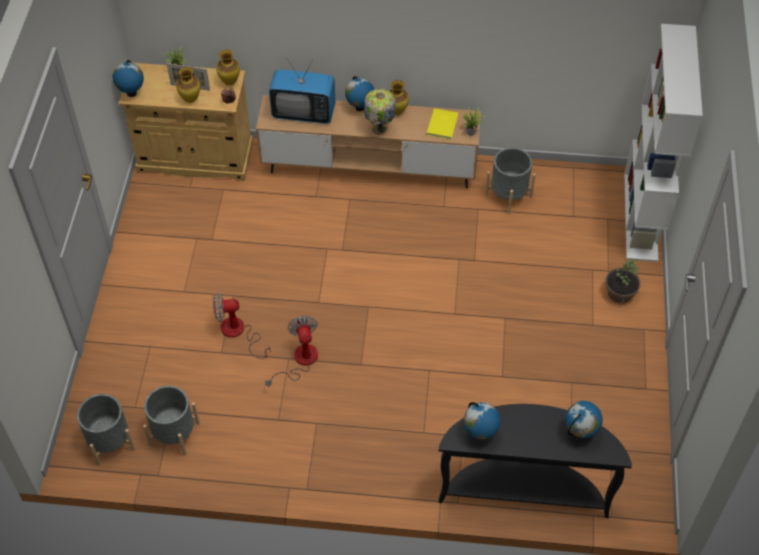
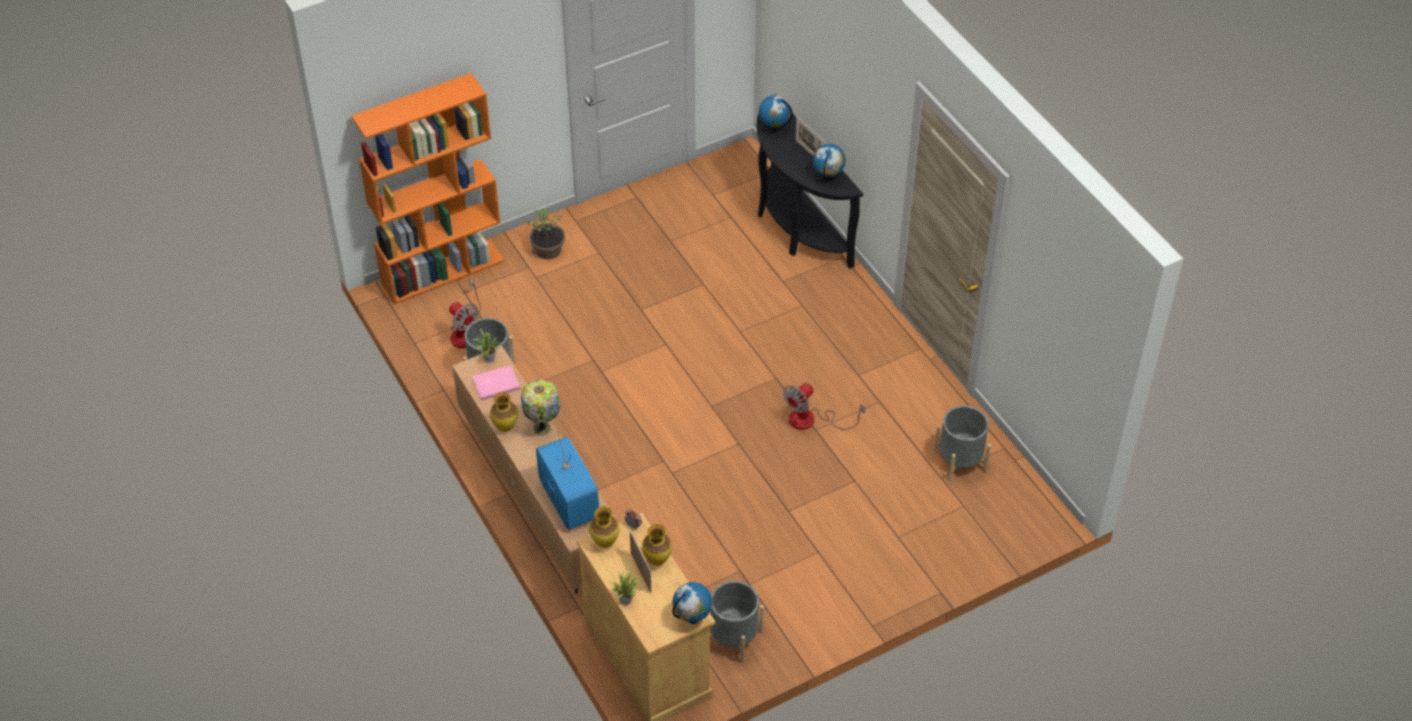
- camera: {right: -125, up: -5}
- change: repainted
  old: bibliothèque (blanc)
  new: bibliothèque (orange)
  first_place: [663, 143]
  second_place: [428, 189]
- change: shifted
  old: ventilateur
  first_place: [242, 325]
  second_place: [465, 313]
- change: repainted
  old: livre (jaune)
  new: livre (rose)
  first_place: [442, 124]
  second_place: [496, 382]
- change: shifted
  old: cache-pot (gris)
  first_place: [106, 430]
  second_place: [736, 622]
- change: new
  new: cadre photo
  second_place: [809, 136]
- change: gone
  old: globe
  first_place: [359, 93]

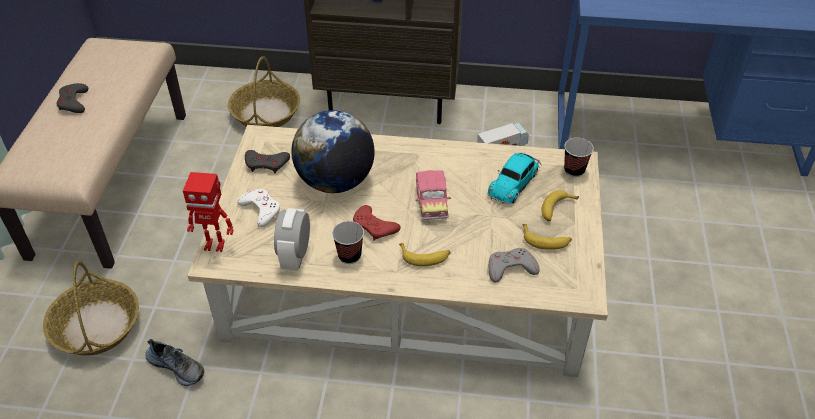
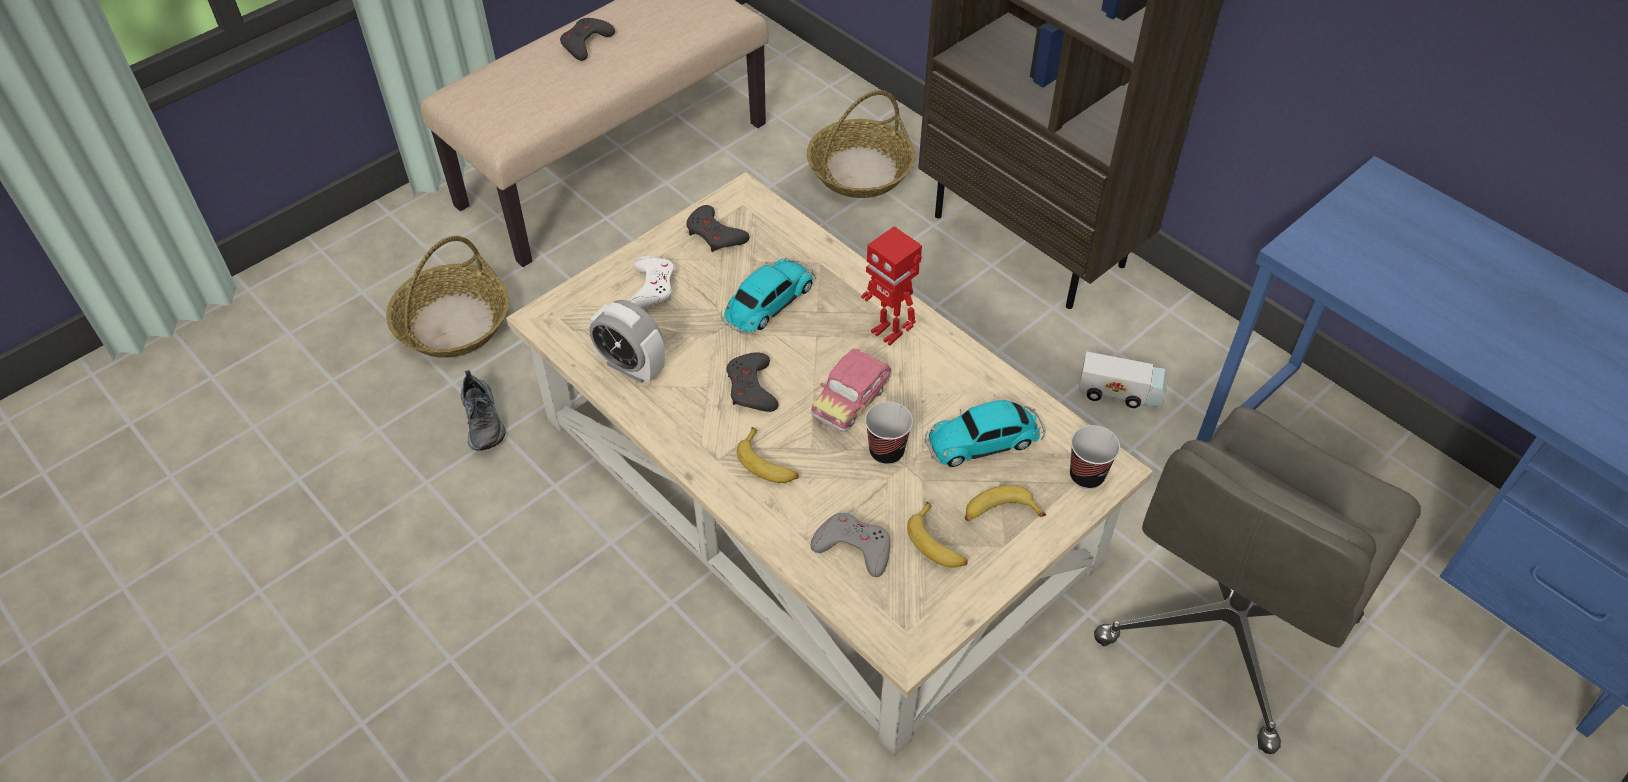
- camera: {right: 40, up: 5}
- change: rotated
  old: réveil
  first_place: [292, 239]
  second_place: [627, 341]
  degrees: -105
- change: swapped
  old: globe
  new: petite voiture
  first_place: [333, 151]
  second_place: [768, 296]
- change: repainted
  old: manette (rouge)
  new: manette (gris)
  first_place: [377, 223]
  second_place: [752, 382]
- change: shifted
  old: robot jouet
  first_place: [208, 212]
  second_place: [891, 286]
- change: shifted
  old: tasse
  first_place: [348, 242]
  second_place: [889, 433]
- change: new
  new: chaise de bureau (gris)
  second_place: [1257, 580]

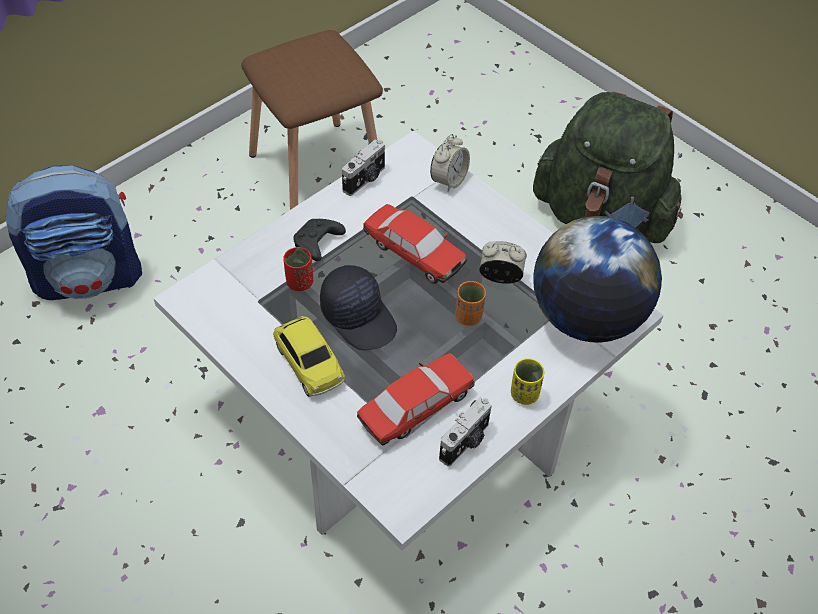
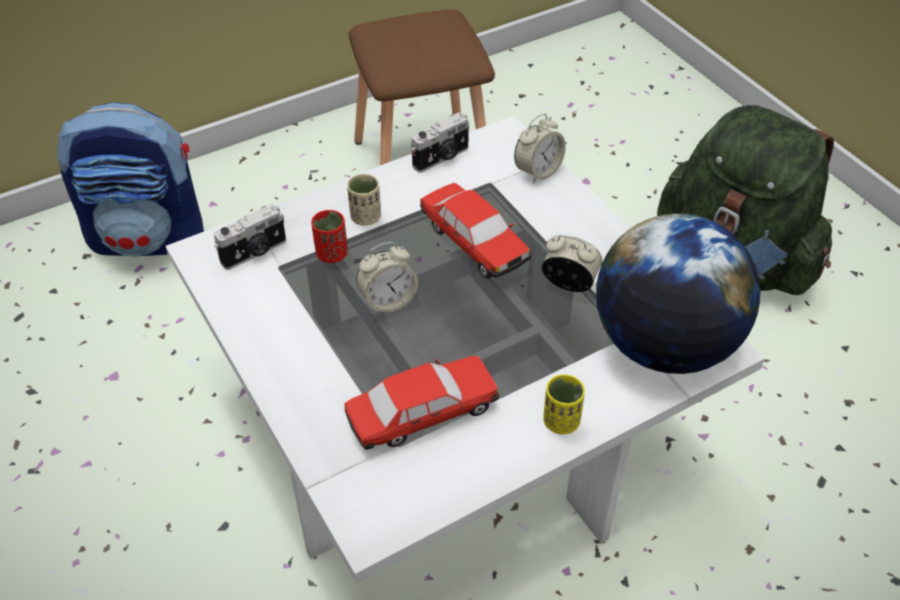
- camera: {right: 15, up: -5}
- change: shifted
  old: appareil photo
  first_place: [465, 431]
  second_place: [250, 237]
- change: swapped
  old: manette (noir)
  new: tasse (beige)
  first_place: [319, 240]
  second_place: [364, 200]
- change: swapped
  old: casquette (noir)
  new: réveil
  first_place: [358, 307]
  second_place: [387, 278]
- change: gone
  old: petite voiture
  first_place: [309, 356]
- change: gone
  old: tasse (orange)
  first_place: [470, 303]

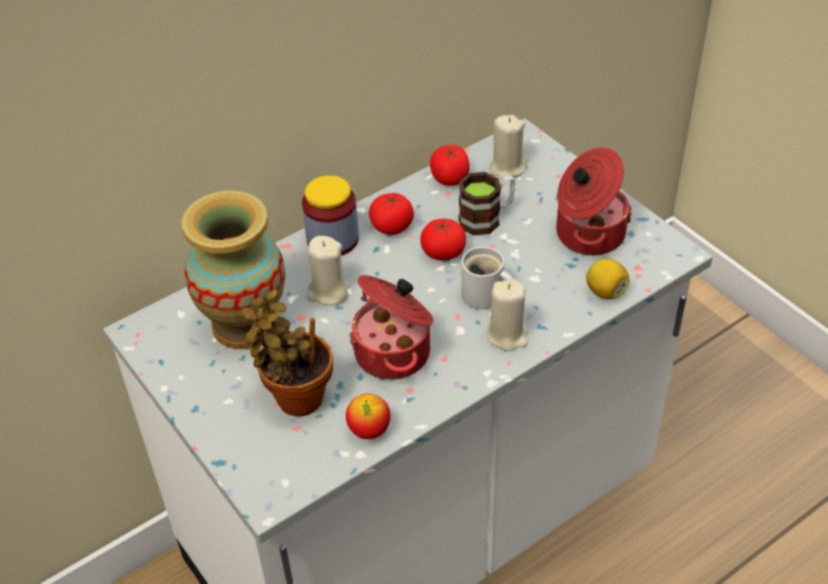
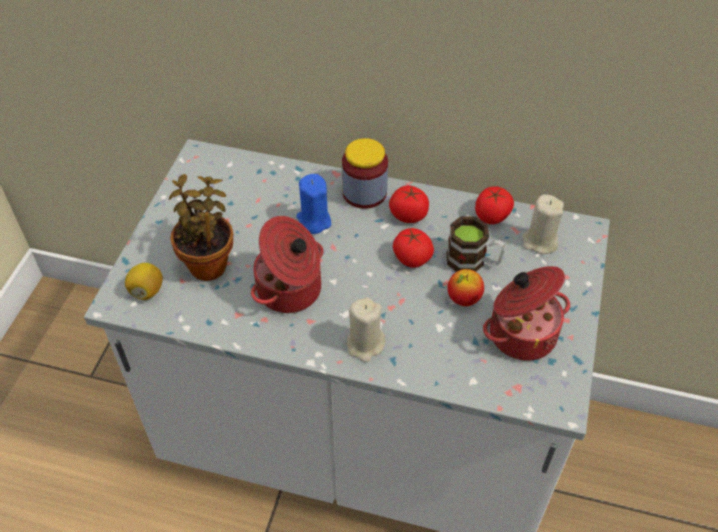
- camera: {right: 50, up: 5}
- change: shifted
  old: citron
  first_place: [607, 279]
  second_place: [144, 281]
- change: repainted
  old: bougie (beige)
  new: bougie (bleu)
  first_place: [328, 271]
  second_place: [313, 204]
- change: shifted
  old: pomme
  first_place: [368, 416]
  second_place: [465, 287]
- change: gone
  old: vase
  first_place: [234, 269]
- change: gone
  old: mug (blanc)
  first_place: [487, 278]

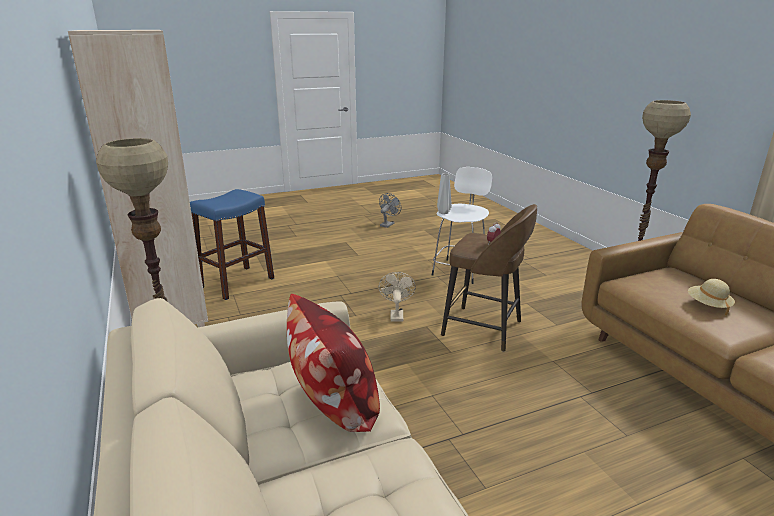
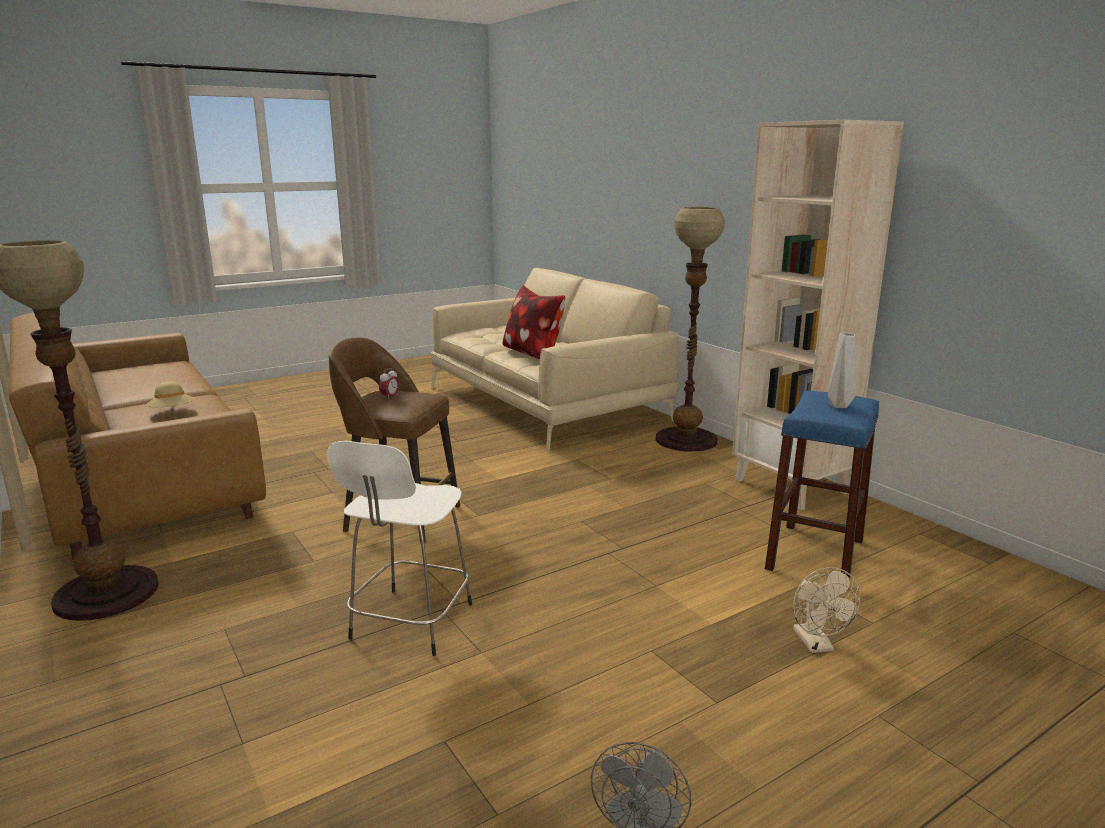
- camera: {right: 170, up: -5}
- change: shifted
  old: ventilateur (beige)
  first_place: [397, 297]
  second_place: [826, 610]
- change: shifted
  old: vase (gris)
  first_place: [444, 193]
  second_place: [842, 370]

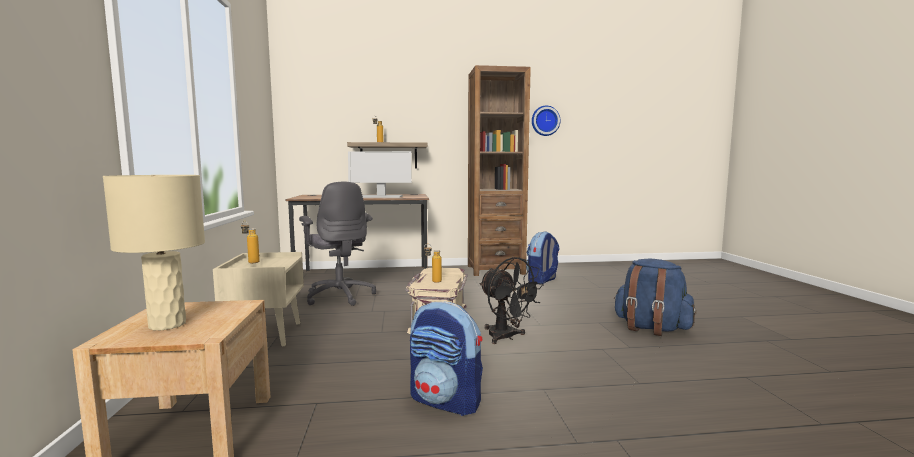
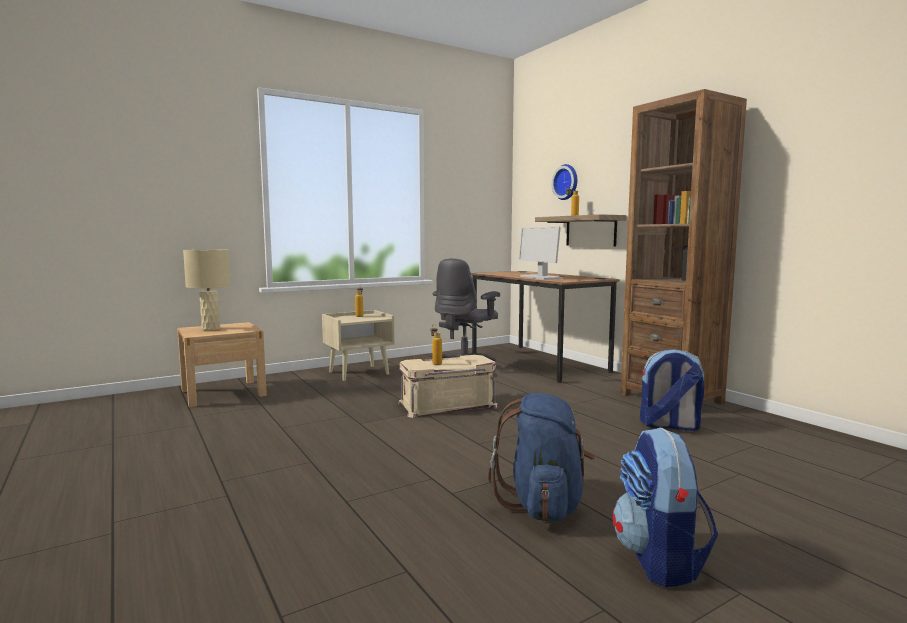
- camera: {right: 65, up: 0}
- change: shifted
  old: horloge murale
  first_place: [546, 121]
  second_place: [564, 182]
- change: shifted
  old: sac à dos
  first_place: [446, 359]
  second_place: [665, 507]
- change: gone
  old: ventilateur (noir)
  first_place: [511, 300]

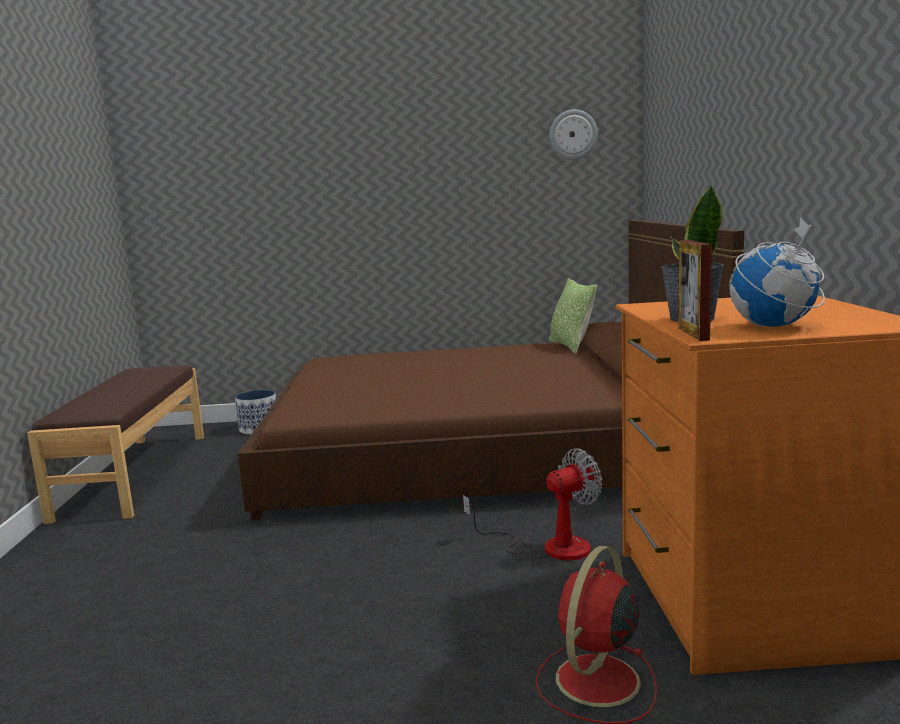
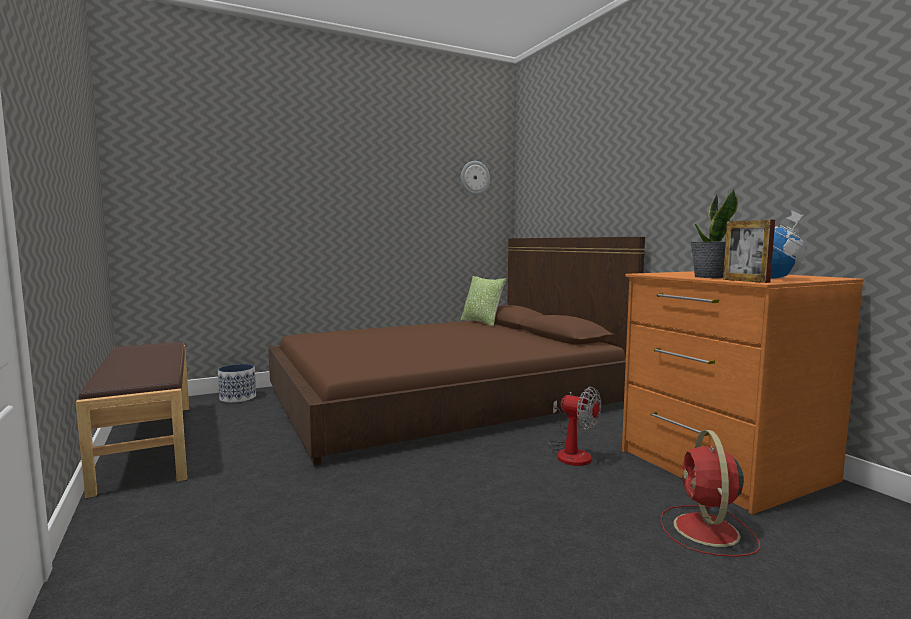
- camera: {right: -25, up: -5}
- change: rotated
  old: ventilateur
  first_place: [532, 504]
  second_place: [575, 426]
  degrees: 90

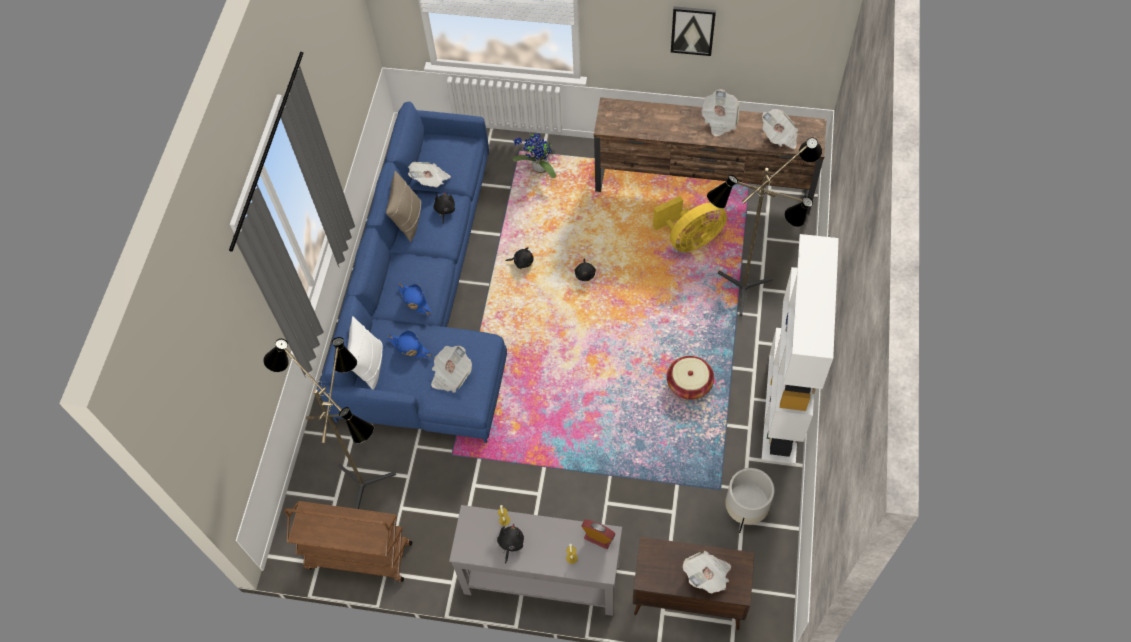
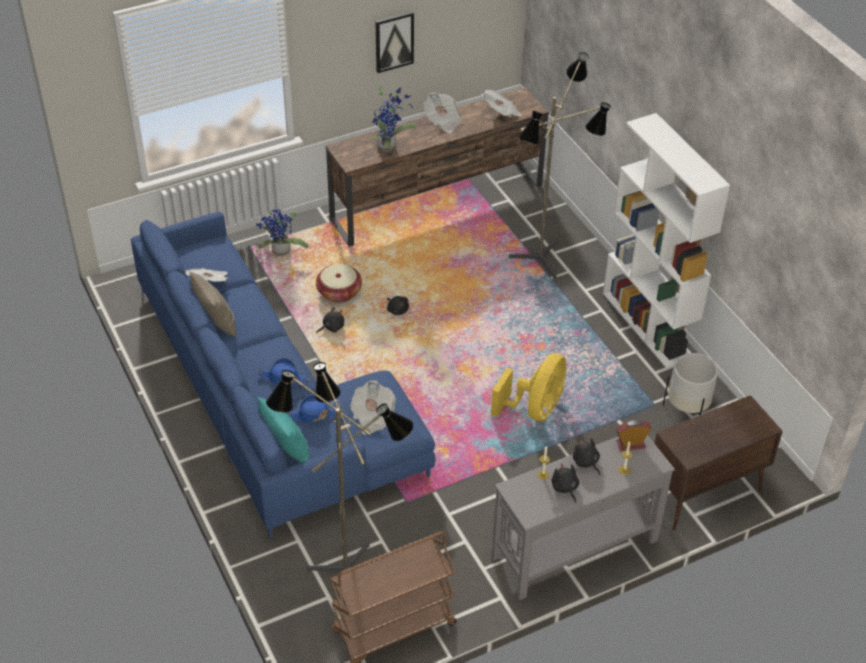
- camera: {right: -40, up: -15}
- change: repainted
  old: coussin (blanc)
  new: coussin (turquoise)
  first_place: [365, 352]
  second_place: [284, 430]
- change: shifted
  old: panier
  first_place: [690, 378]
  second_place: [339, 283]
- change: new
  new: plante en pot
  second_place: [393, 119]
- change: shifted
  old: ventilateur (jaune)
  first_place: [690, 224]
  second_place: [528, 387]
- change: shifted
  old: peluche (noir)
  first_place: [444, 207]
  second_place: [586, 457]
- change: gone
  old: journal
  first_place: [707, 572]

